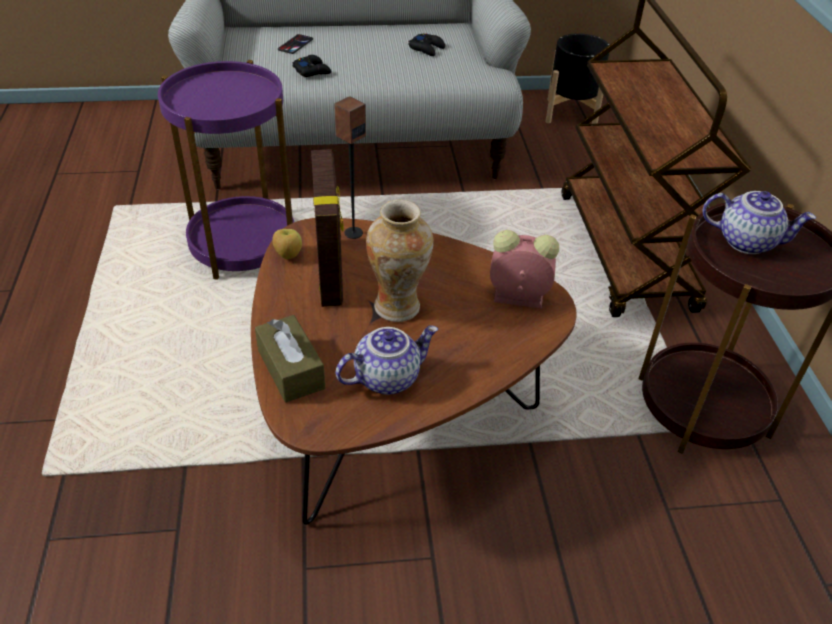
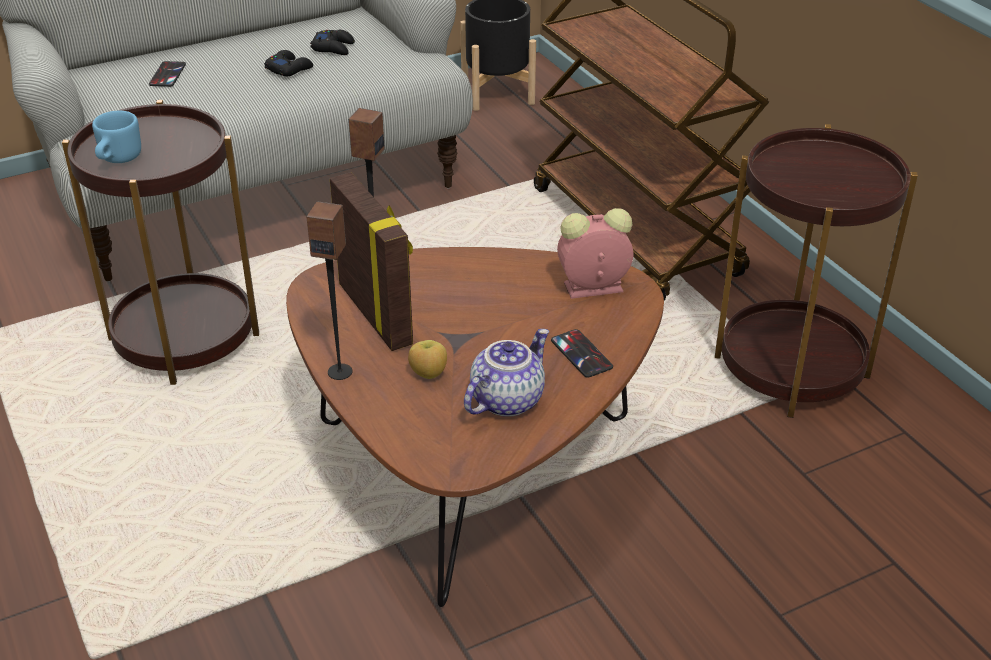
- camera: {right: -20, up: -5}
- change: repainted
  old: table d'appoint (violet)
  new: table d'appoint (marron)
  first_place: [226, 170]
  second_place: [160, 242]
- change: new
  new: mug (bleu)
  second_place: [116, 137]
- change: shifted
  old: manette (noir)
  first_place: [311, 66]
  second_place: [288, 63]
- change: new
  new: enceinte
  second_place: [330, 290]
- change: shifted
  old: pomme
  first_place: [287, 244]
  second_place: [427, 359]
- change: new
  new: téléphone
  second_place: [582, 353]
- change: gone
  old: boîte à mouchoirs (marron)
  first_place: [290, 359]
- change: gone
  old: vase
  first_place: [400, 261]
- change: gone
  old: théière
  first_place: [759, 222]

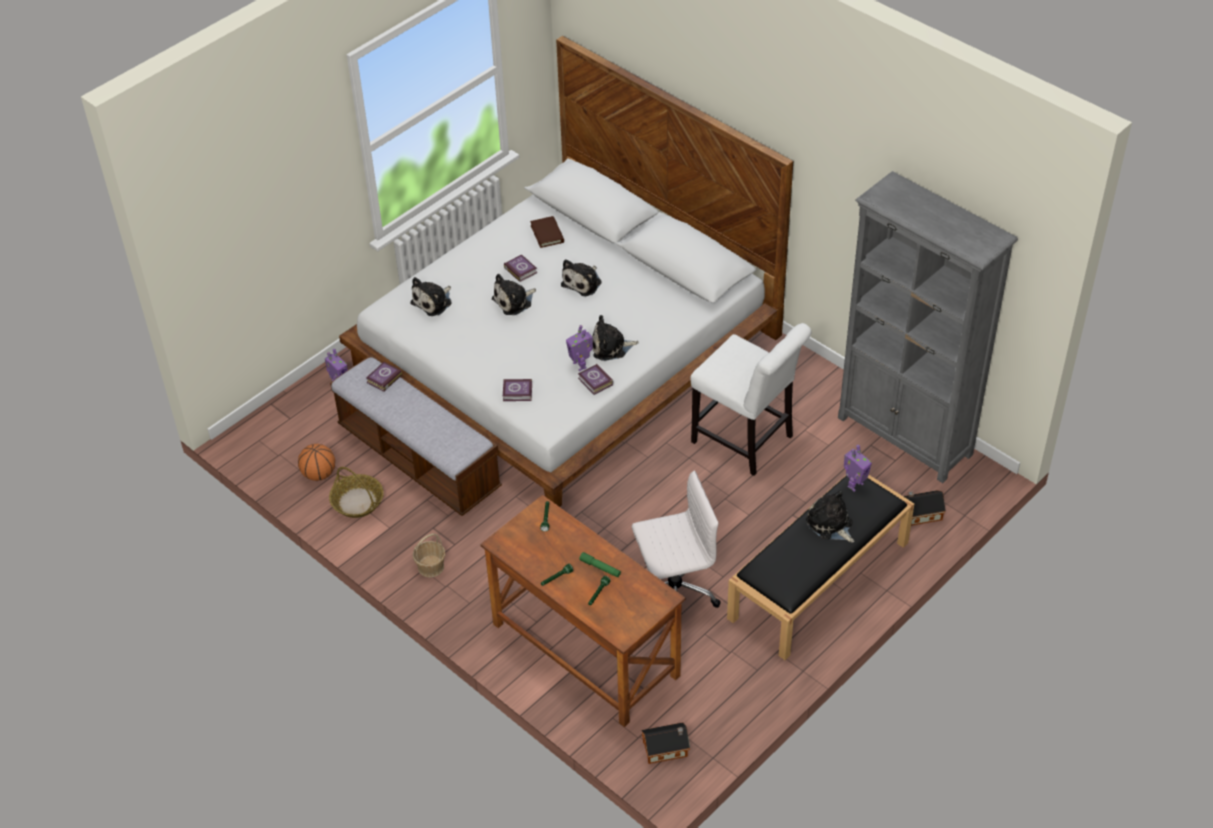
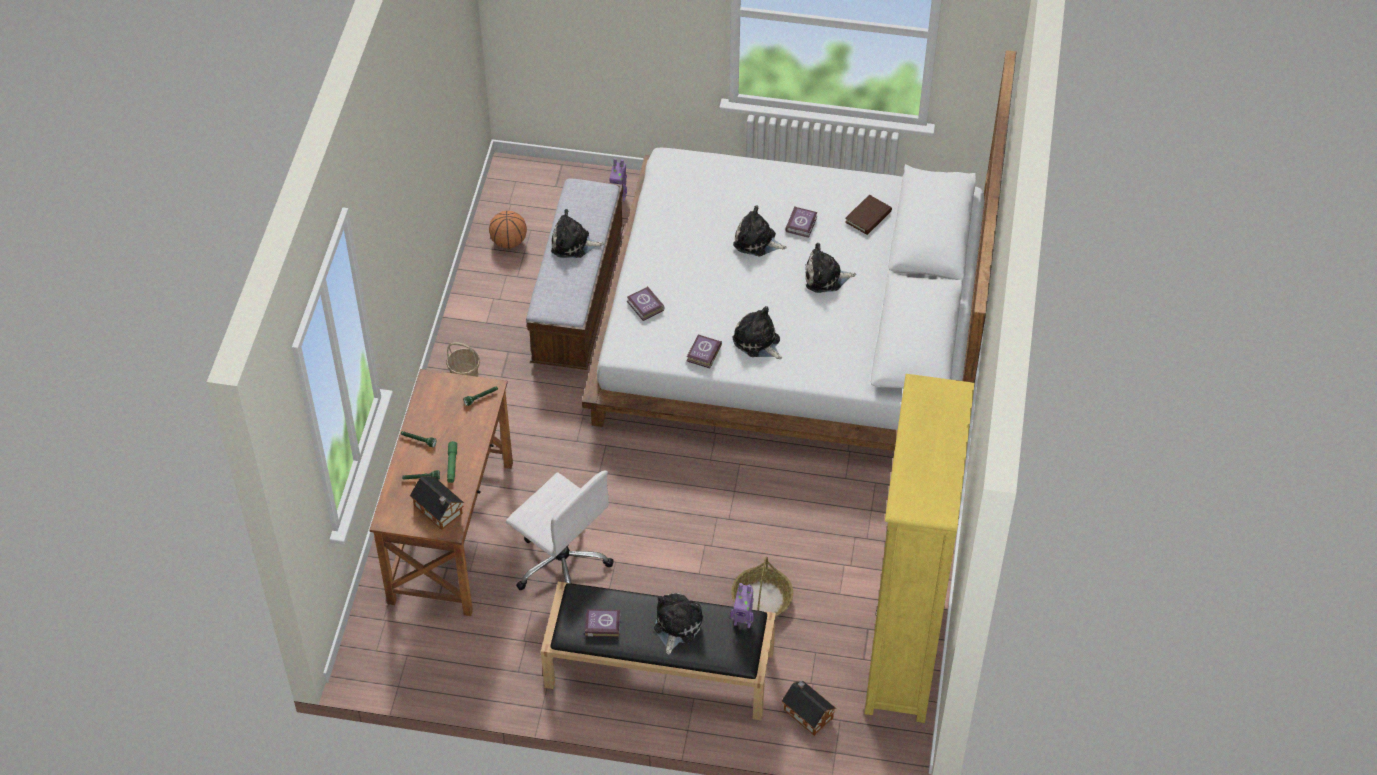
- camera: {right: 55, up: 5}
- change: shifted
  old: maison miniature
  first_place: [665, 743]
  second_place: [437, 503]
- change: shifted
  old: peluche
  first_place: [431, 296]
  second_place: [577, 233]
- change: shifted
  old: livre
  first_place: [384, 377]
  second_place: [602, 623]
- change: shifted
  old: panier
  first_place: [356, 492]
  second_place: [762, 586]
- change: repainted
  old: bibliothèque (gris)
  new: bibliothèque (jaune)
  first_place: [928, 327]
  second_place: [919, 548]
- change: gone
  old: robot jouet
  first_place: [579, 348]
- change: gone
  old: chaise (blanc)
  first_place: [751, 399]

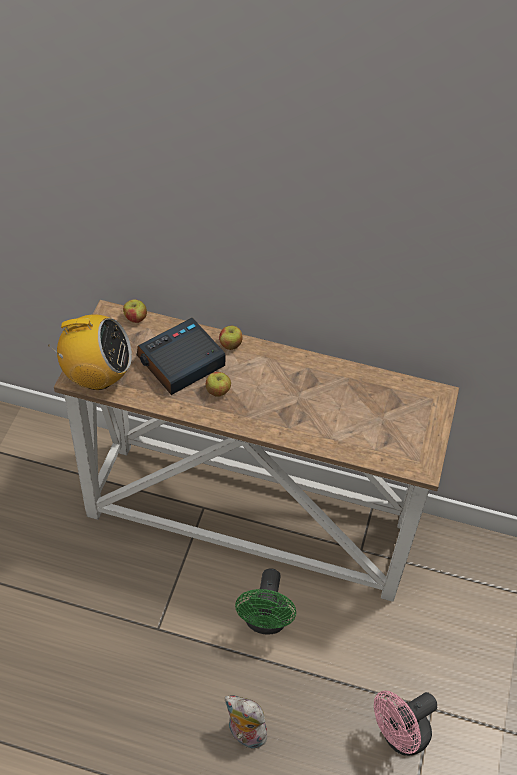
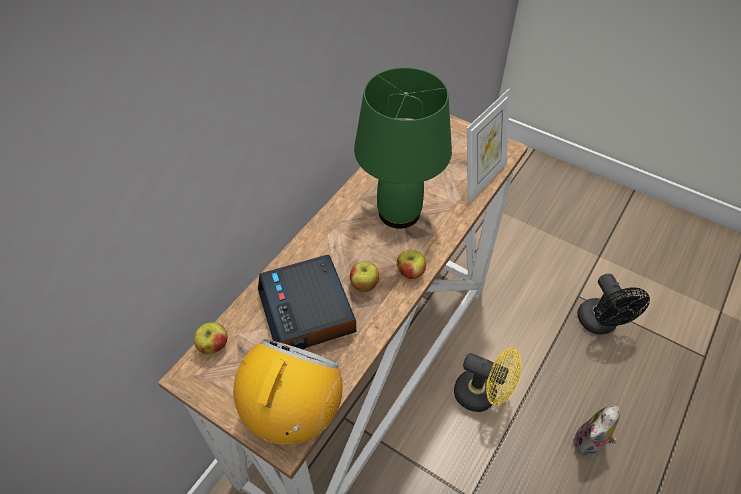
- camera: {right: -70, up: 0}
- change: new
  new: lampe de table (vert)
  second_place: [403, 148]
- change: shifted
  old: pomme
  first_place: [231, 338]
  second_place: [411, 264]
- change: repainted
  old: ventilateur (vert)
  new: ventilateur (jaune)
  first_place: [265, 601]
  second_place: [487, 380]
- change: new
  new: cadre photo
  second_place: [488, 146]
- change: repainted
  old: ventilateur (rose)
  new: ventilateur (noir)
  first_place: [405, 723]
  second_place: [613, 304]

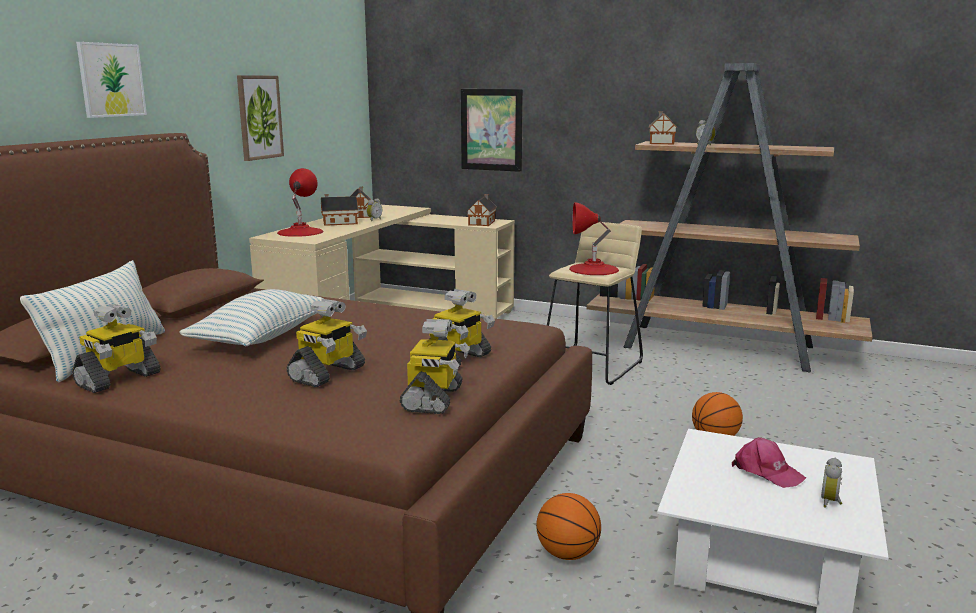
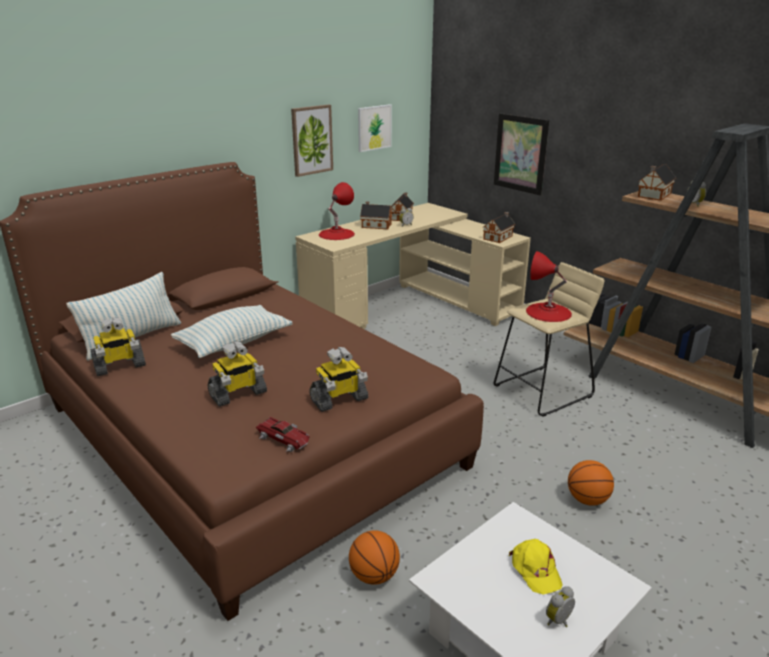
- camera: {right: 25, up: 10}
- change: swapped
  old: robot jouet
  new: petite voiture
  first_place: [435, 366]
  second_place: [283, 434]
- change: shifted
  old: tableau
  first_place: [111, 80]
  second_place: [375, 128]
- change: repainted
  old: casquette (rose)
  new: casquette (jaune)
  first_place: [769, 462]
  second_place: [536, 567]

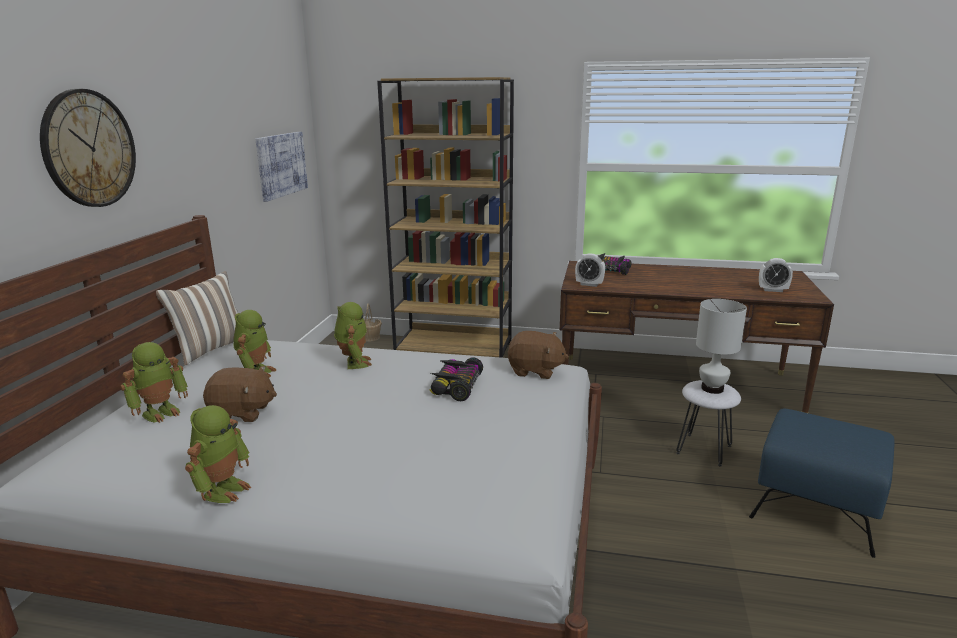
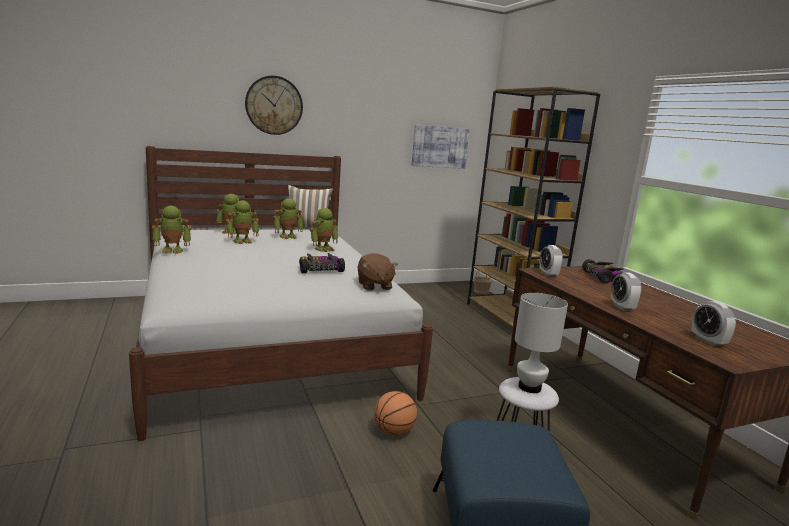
- camera: {right: 55, up: -5}
- change: swapped
  old: peluche (marron)
  new: robot jouet
  first_place: [240, 394]
  second_place: [242, 222]
- change: new
  new: ballon de basket
  second_place: [395, 413]
- change: new
  new: réveil
  second_place: [626, 291]

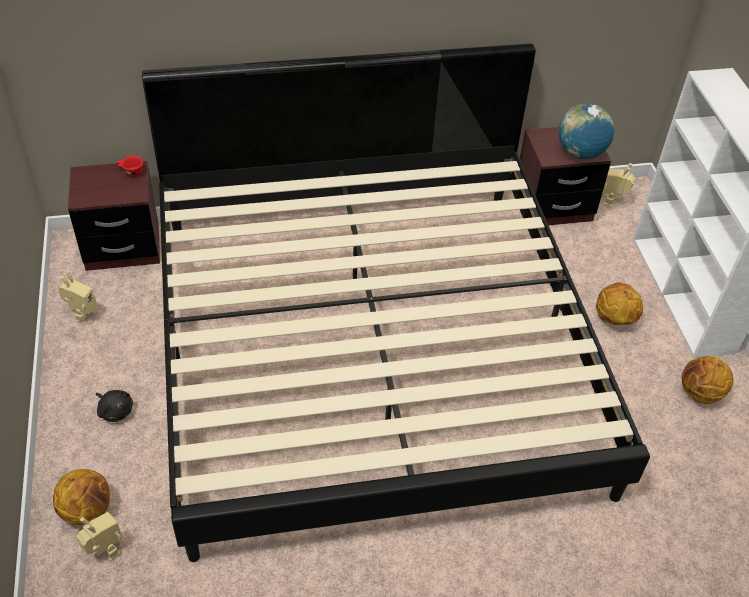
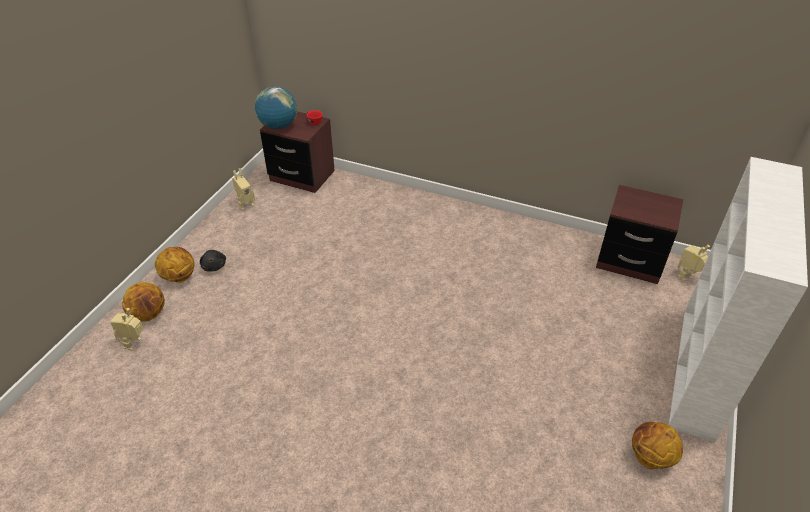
- camera: {right: 35, up: -5}
- change: rotated
  old: robot jouet
  first_place: [99, 536]
  second_place: [127, 329]
  degrees: -150
- change: shifted
  old: ballon de basket
  first_place: [619, 304]
  second_place: [175, 265]
- change: shifted
  old: globe
  first_place: [586, 131]
  second_place: [276, 108]
- change: gone
  old: lit
  first_place: [396, 303]

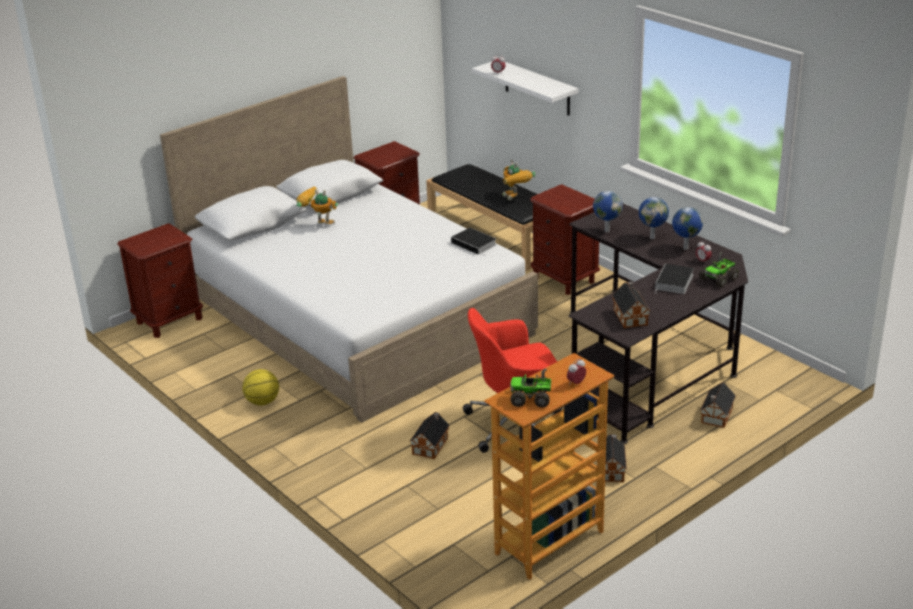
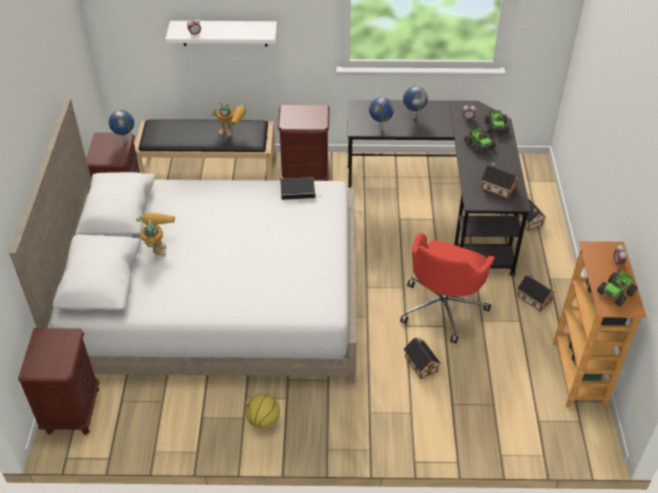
- camera: {right: -50, up: 15}
- change: shifted
  old: globe
  first_place: [687, 228]
  second_place: [121, 126]
- change: rotated
  old: robot jouet
  first_place: [317, 205]
  second_place: [155, 234]
  degrees: 120
- change: swapped
  old: livre
  new: camion jouet
  first_place: [674, 279]
  second_place: [479, 141]

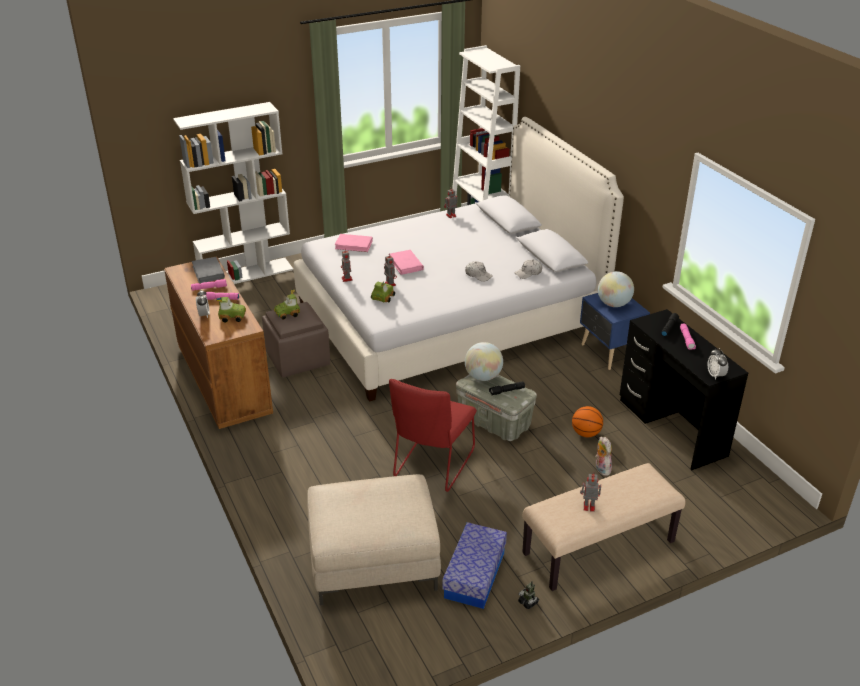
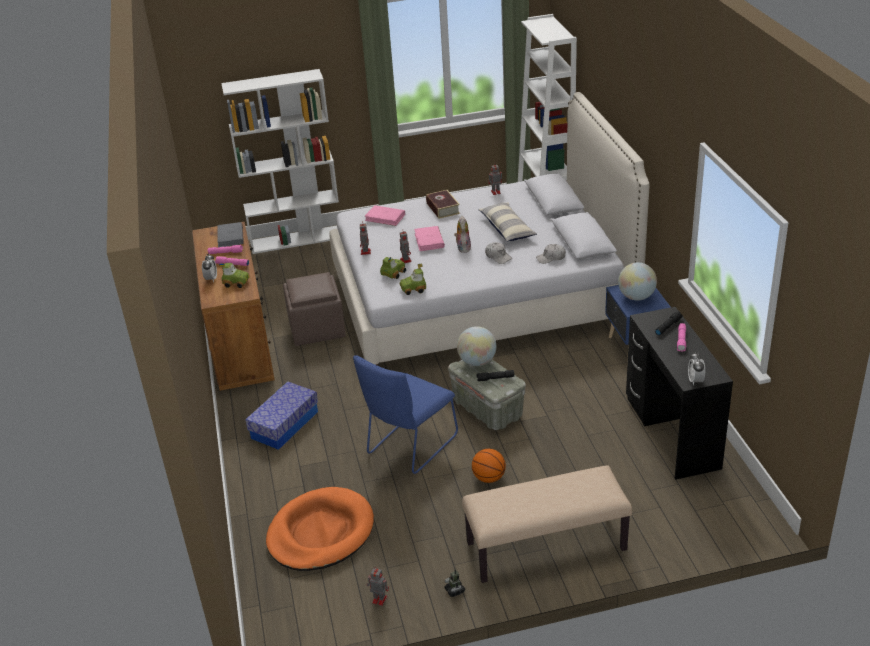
- camera: {right: 15, up: 0}
- change: shifted
  old: boîte de rangement
  first_place: [475, 565]
  second_place: [282, 416]
- change: swapped
  old: pouf (beige)
  new: panier pour chien (orange)
  first_place: [374, 540]
  second_place: [320, 529]
- change: repainted
  old: chaise (rouge)
  new: chaise (bleu)
  first_place: [433, 435]
  second_place: [405, 414]
- change: shifted
  old: robot jouet
  first_place: [590, 493]
  second_place: [377, 587]
- change: shifted
  old: petite voiture
  first_place: [287, 304]
  second_place: [413, 279]
- change: new
  new: livre
  second_place: [443, 204]
- change: shifted
  old: peluche
  first_place: [603, 456]
  second_place: [462, 234]
- change: shifted
  old: ballon de basket
  first_place: [587, 421]
  second_place: [489, 466]
- change: new
  new: coussin
  second_place: [507, 222]

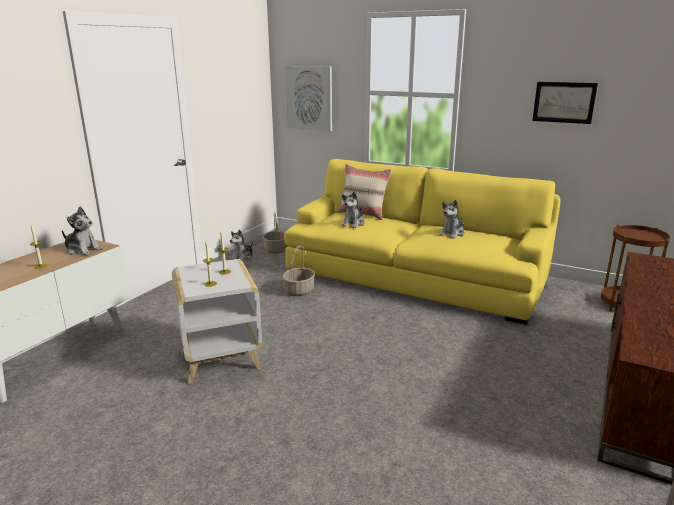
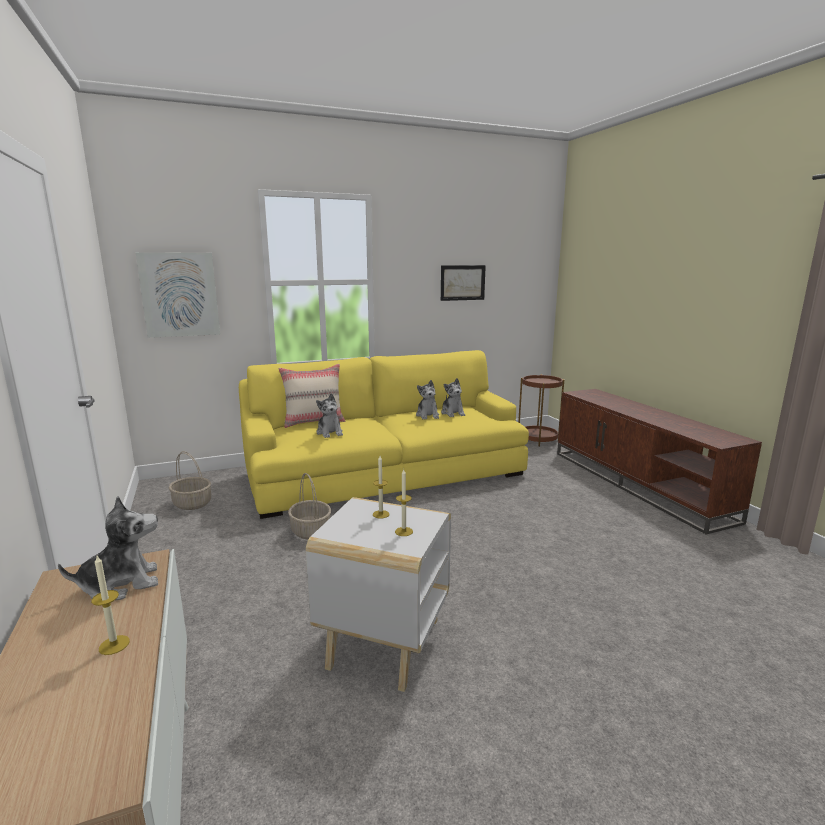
- camera: {right: -50, up: -5}
- change: shifted
  old: peluche
  first_place: [241, 245]
  second_place: [453, 397]

